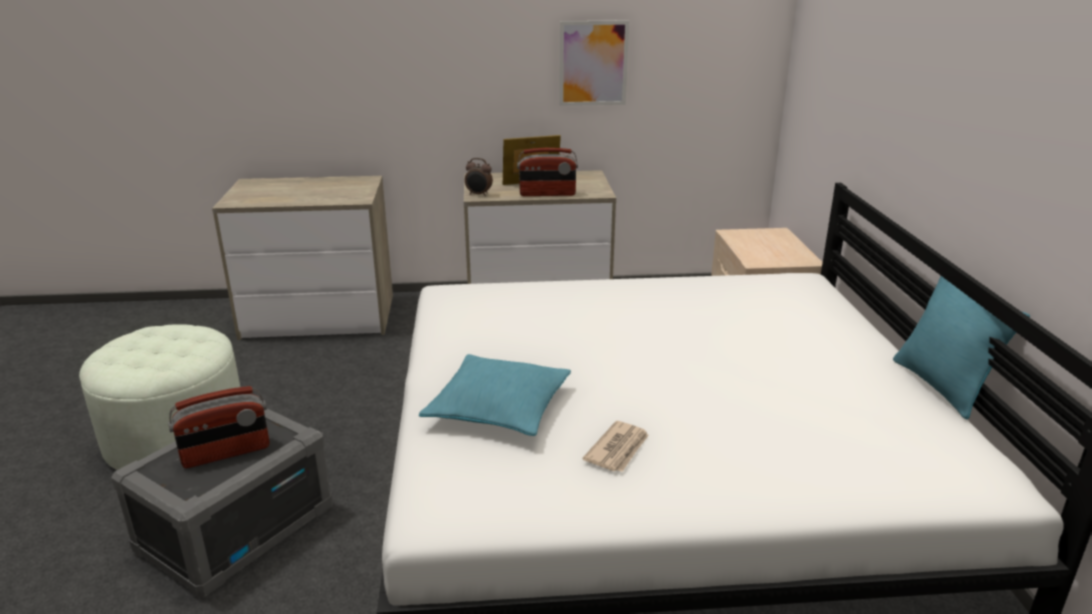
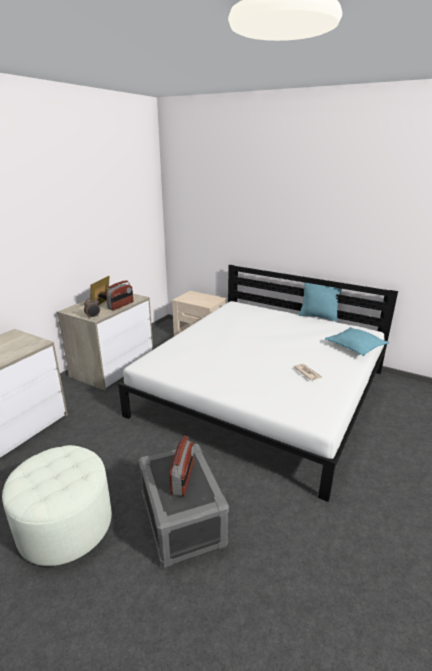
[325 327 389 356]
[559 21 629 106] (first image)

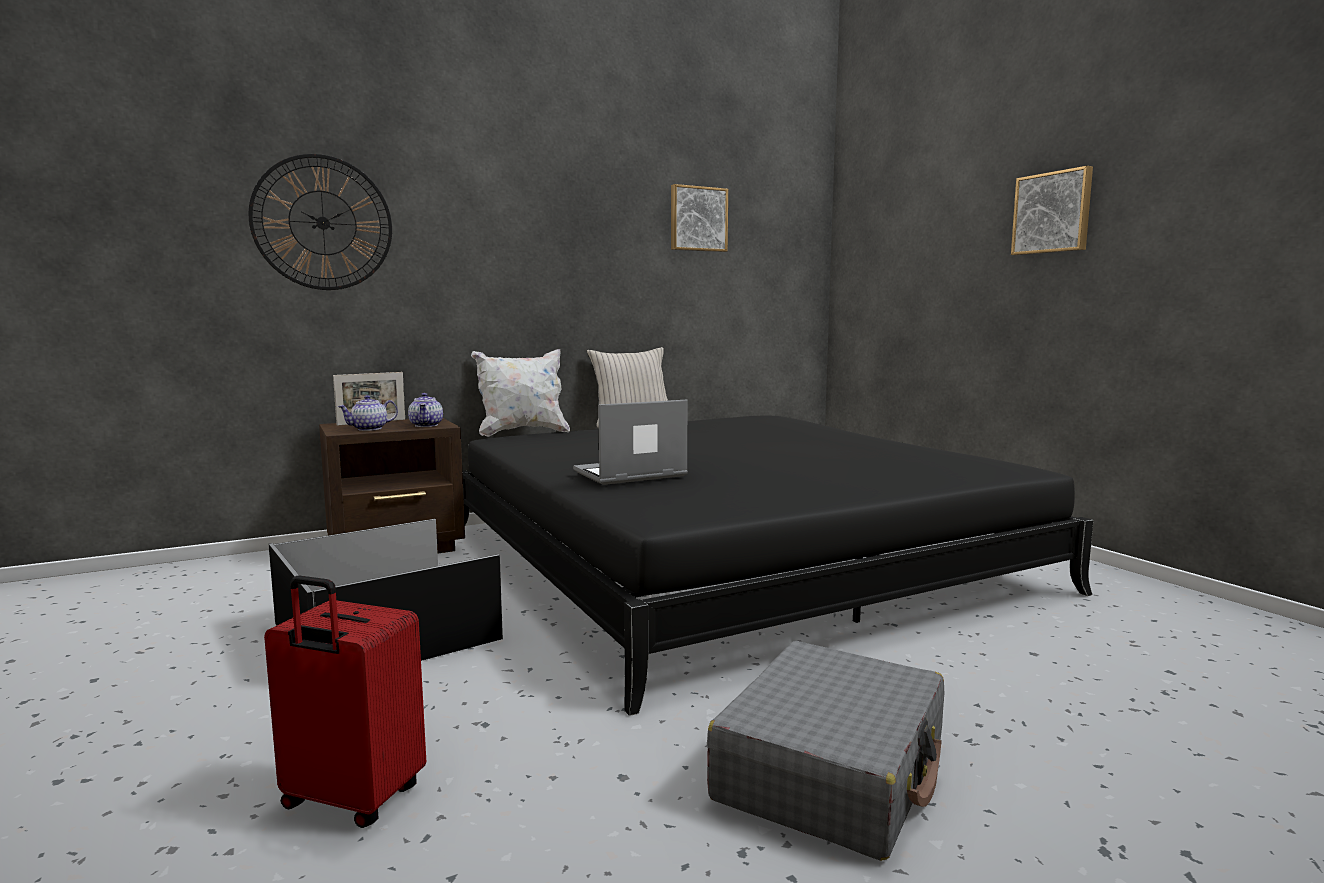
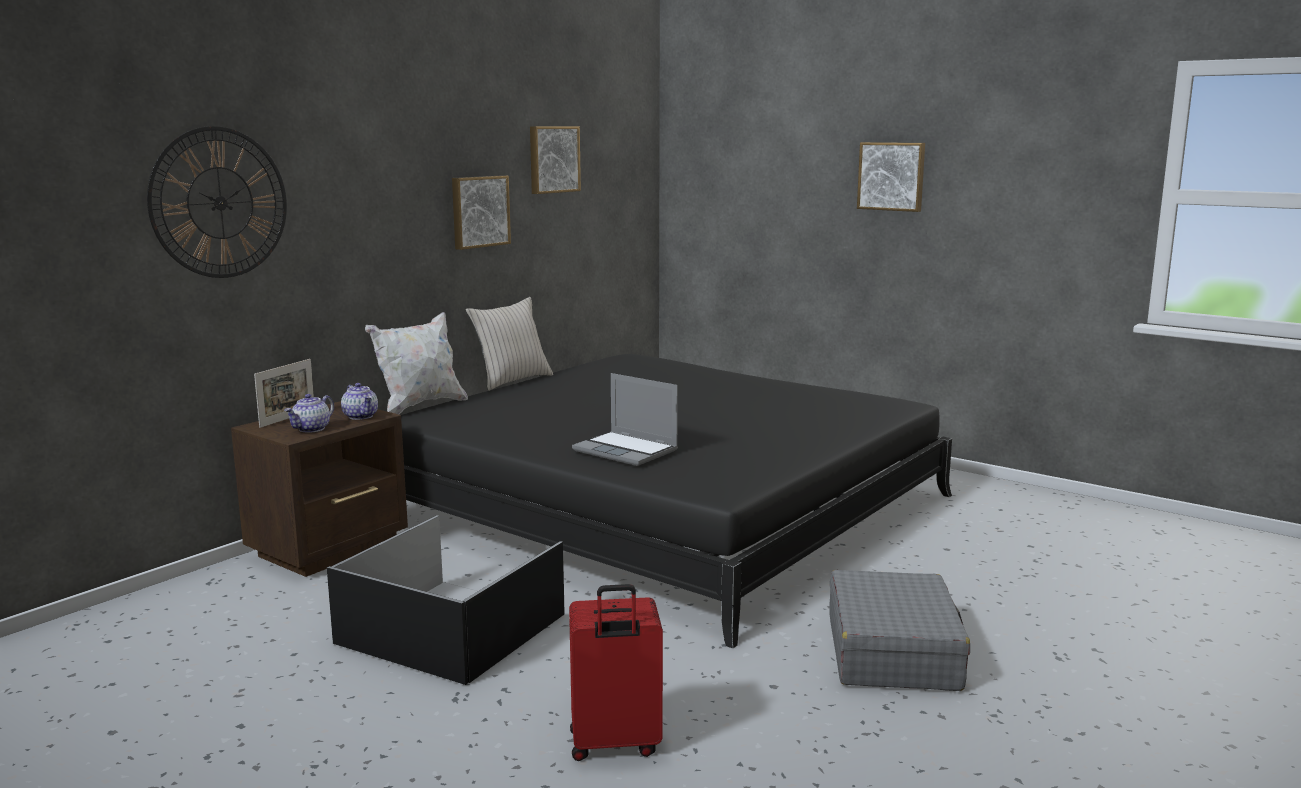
[452 175 511 250]
[572 373 678 466]

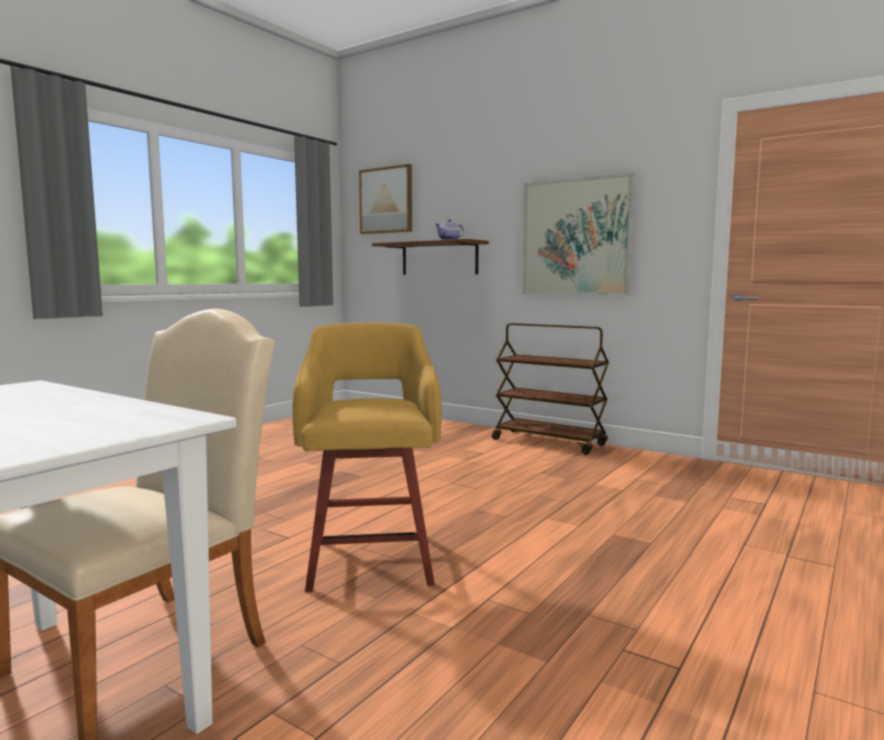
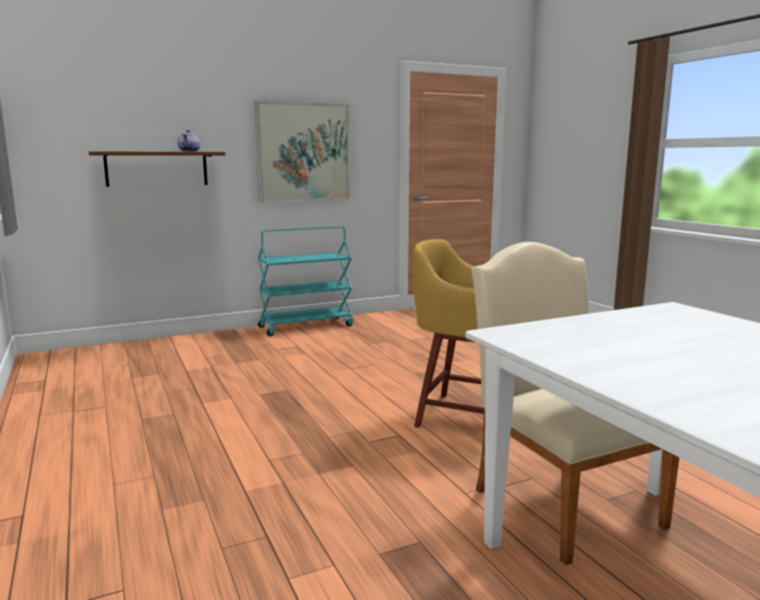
[258 226 354 336]
[359 164 412 234] (first image)

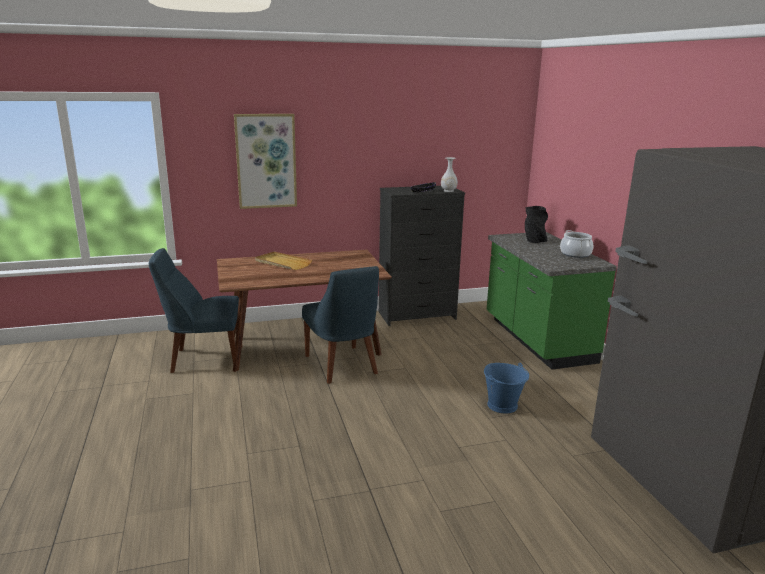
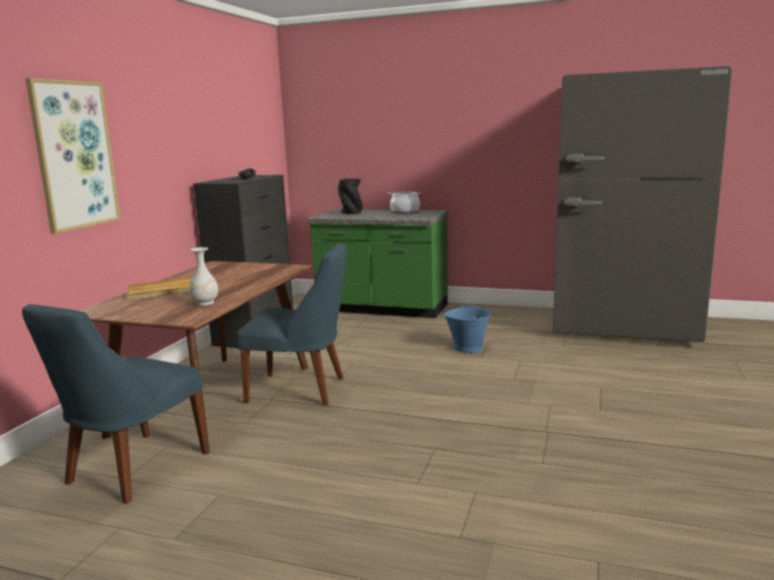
[189 247 218 306]

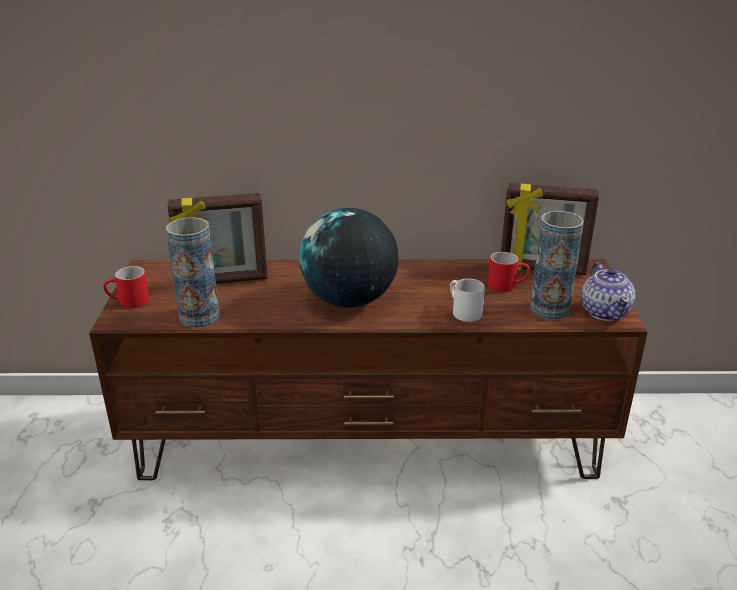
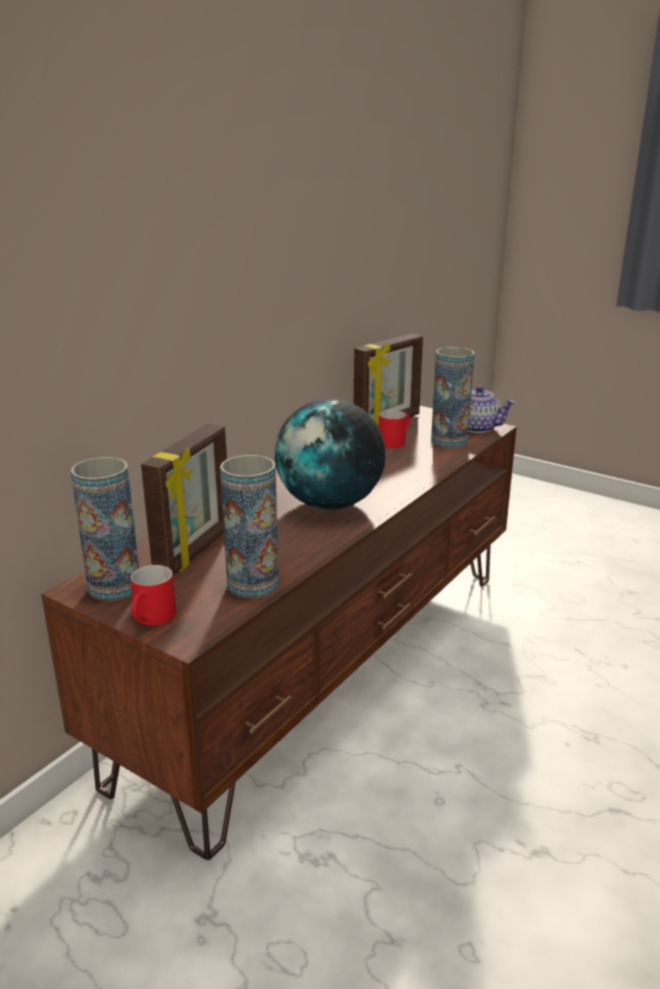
[71 457 139 601]
[450 278 485 322] (first image)

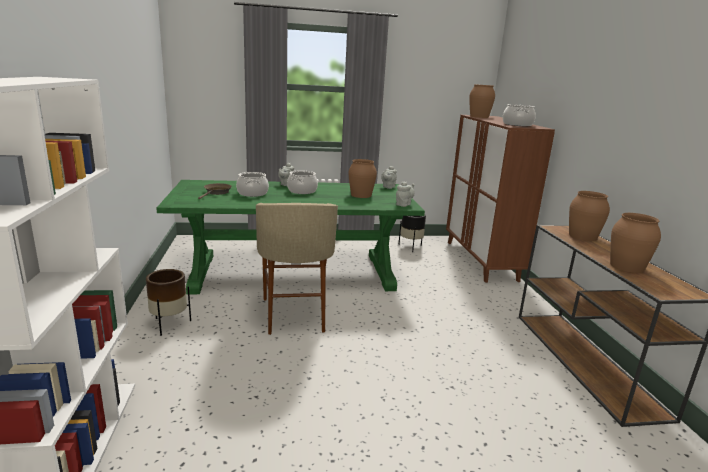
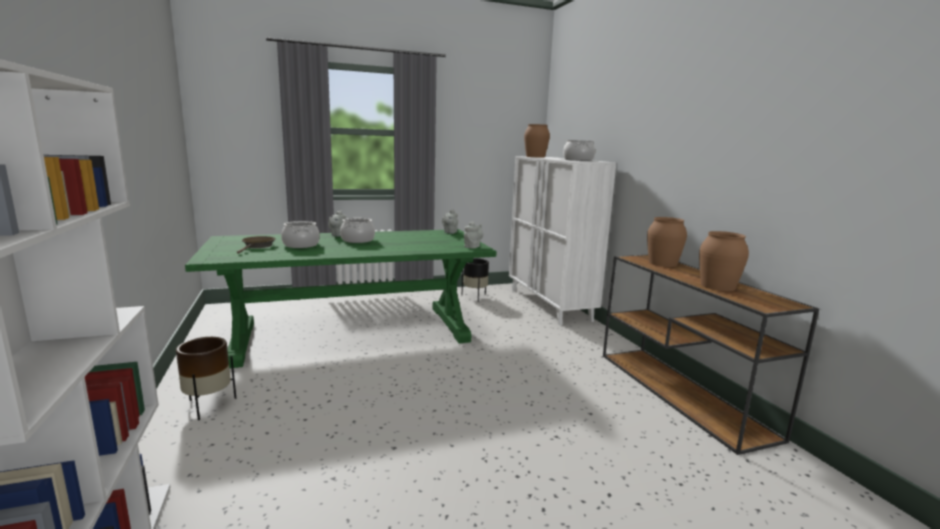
[509 156 616 325]
[256 203 338 335] (first image)
[349 159 377 198] (first image)

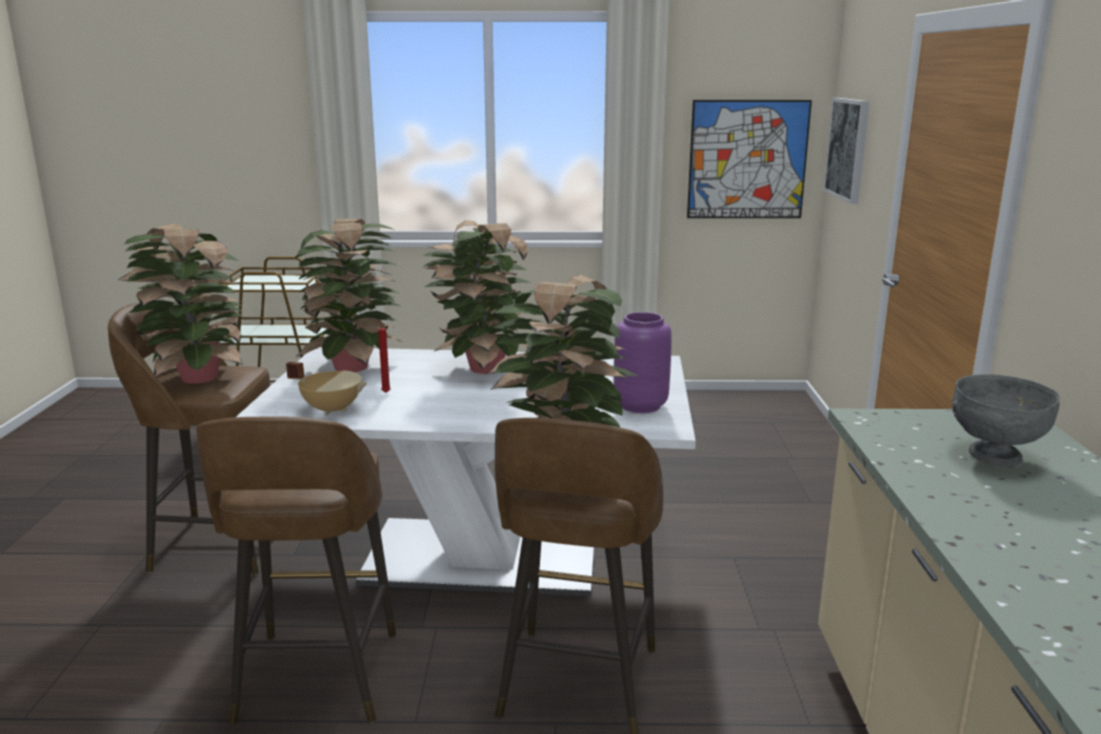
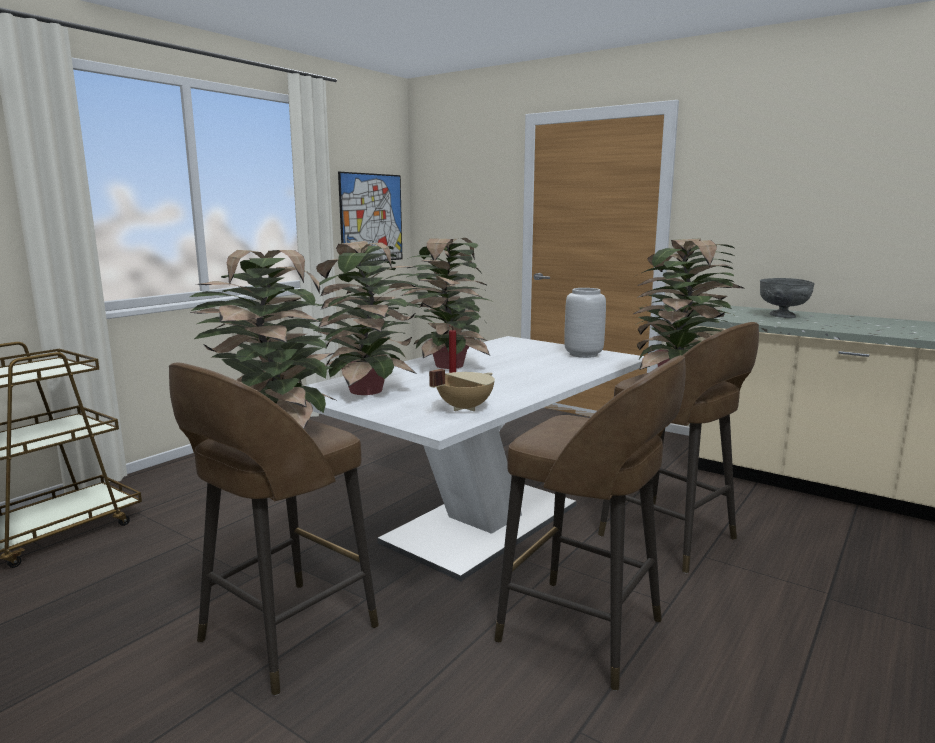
[564 288 606 358]
[823 98 870 204] (first image)

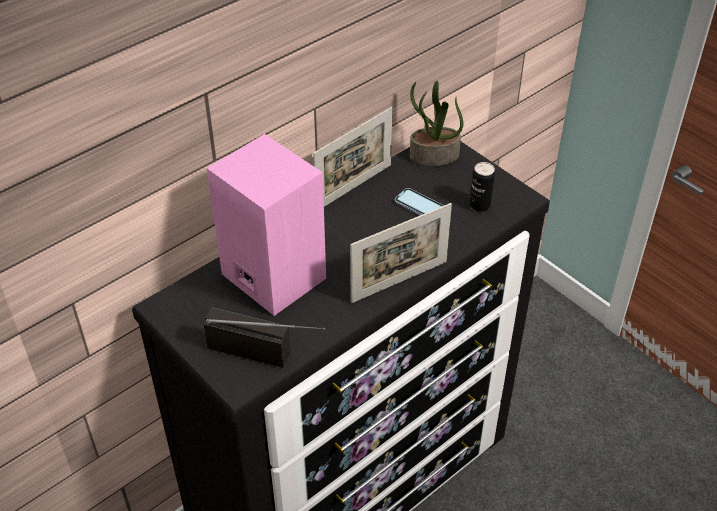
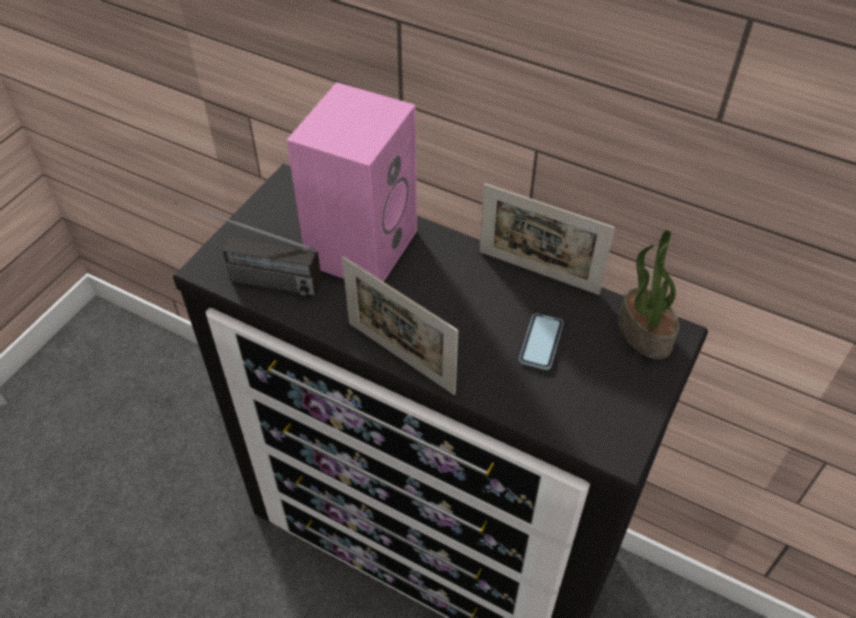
[175 202 322 296]
[470 162 495 212] (first image)

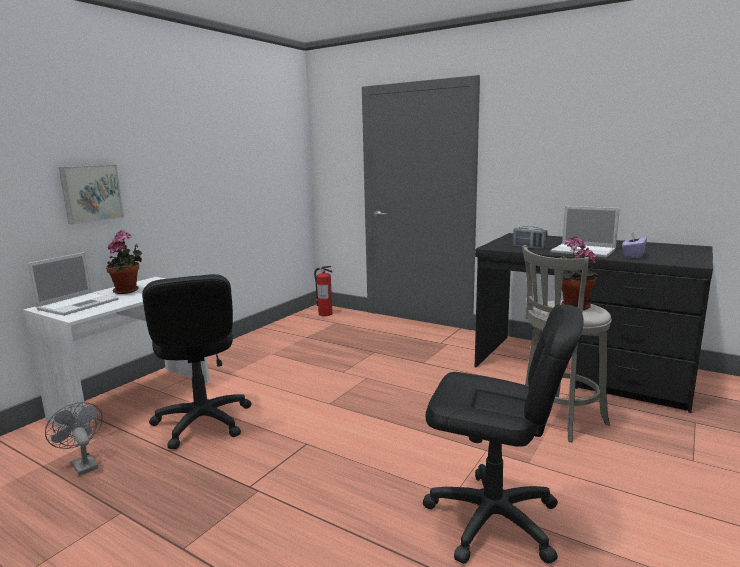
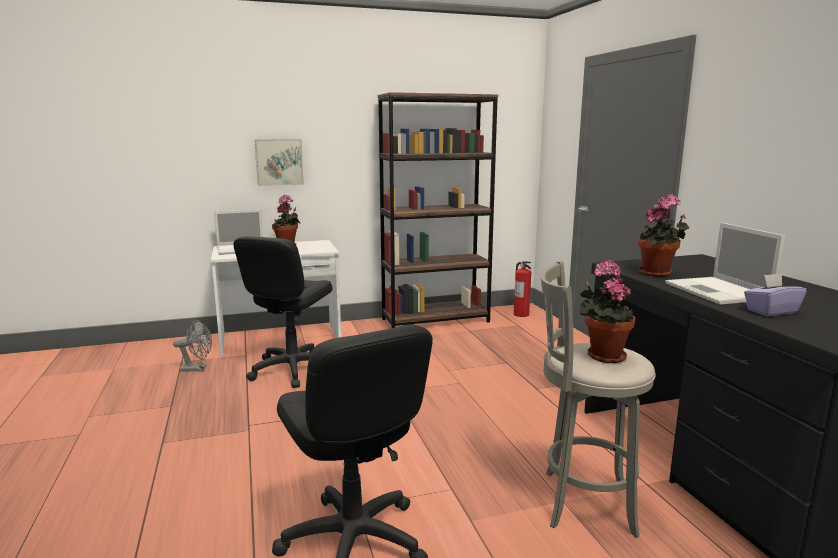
[173 320 212 372]
[378 92 498 328]
[638 194 689 277]

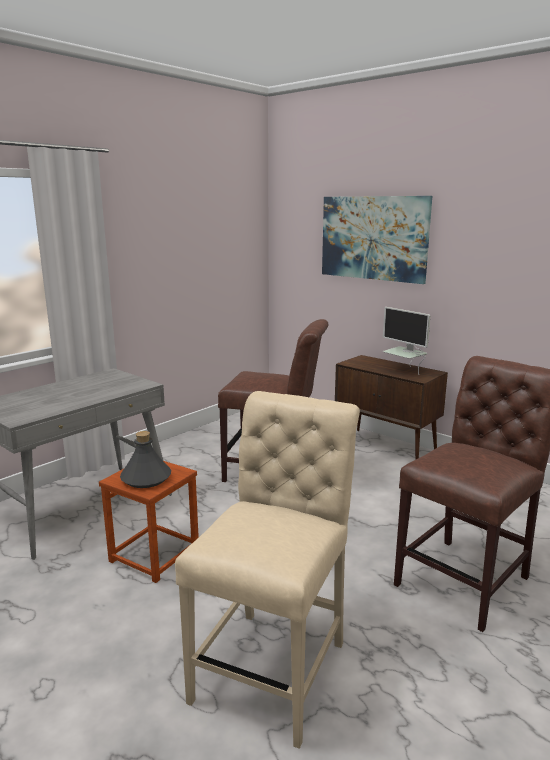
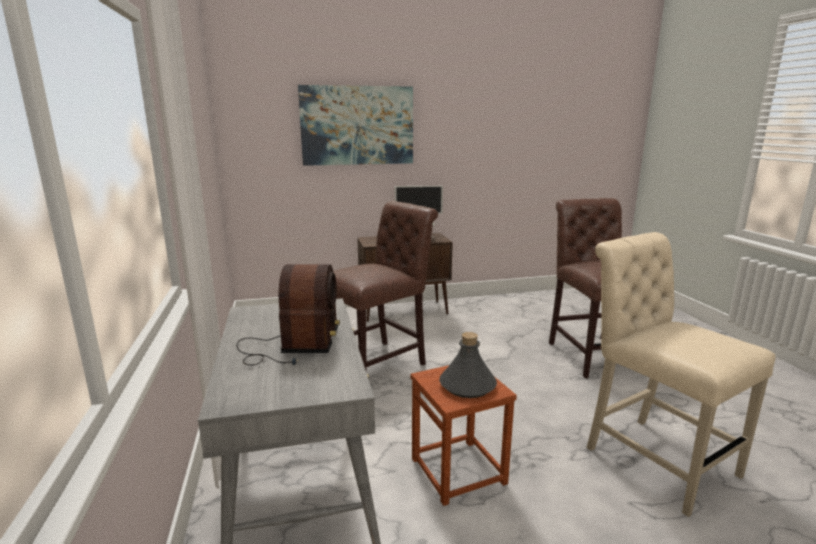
[237 264 340 365]

